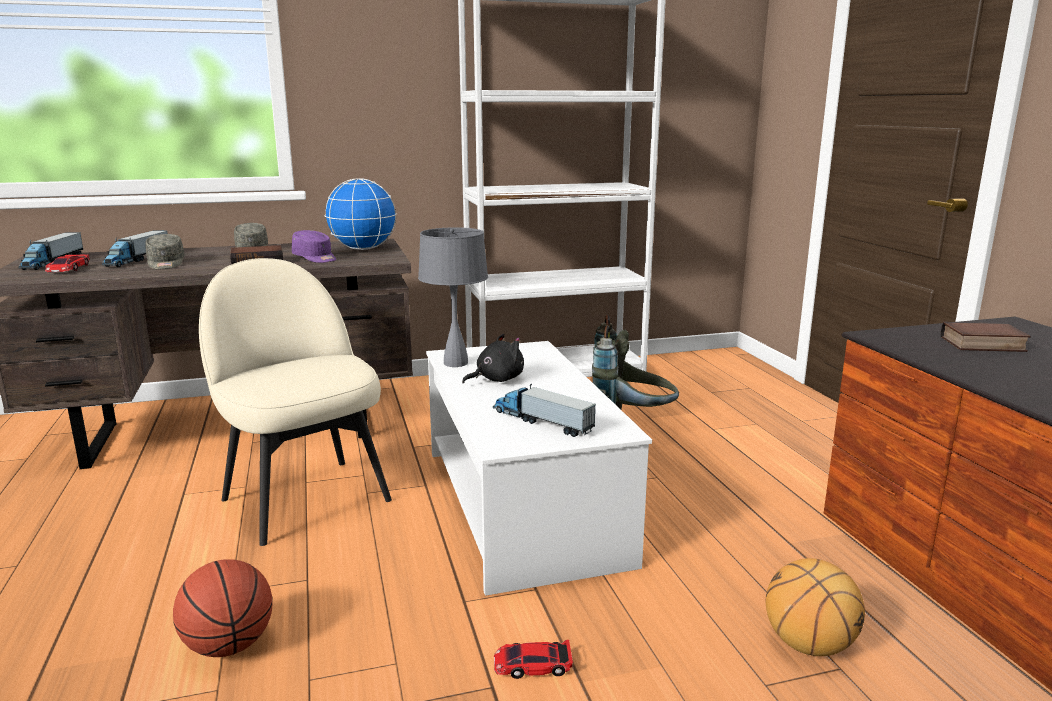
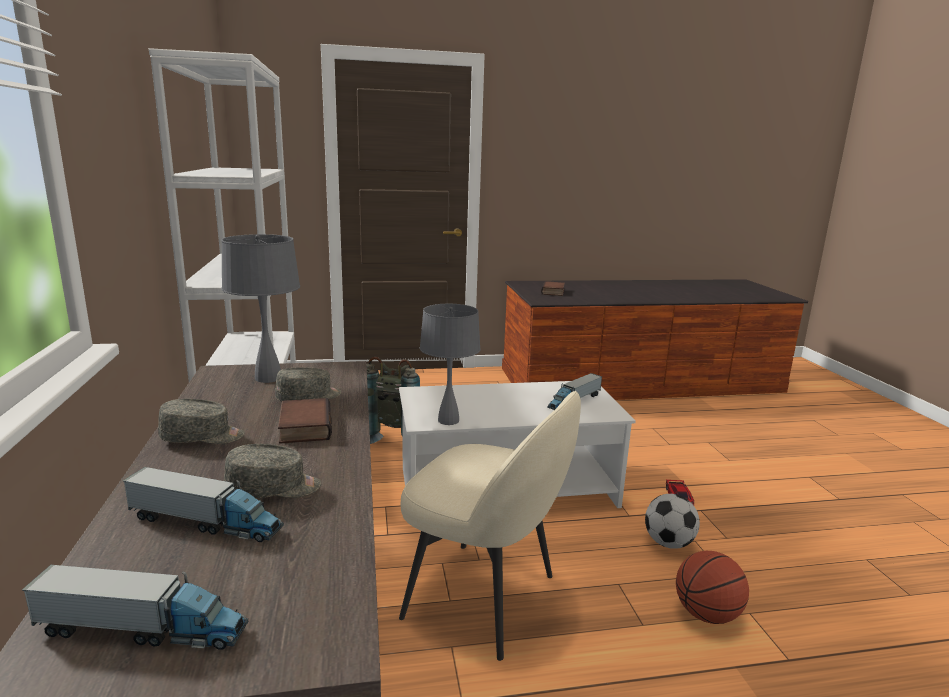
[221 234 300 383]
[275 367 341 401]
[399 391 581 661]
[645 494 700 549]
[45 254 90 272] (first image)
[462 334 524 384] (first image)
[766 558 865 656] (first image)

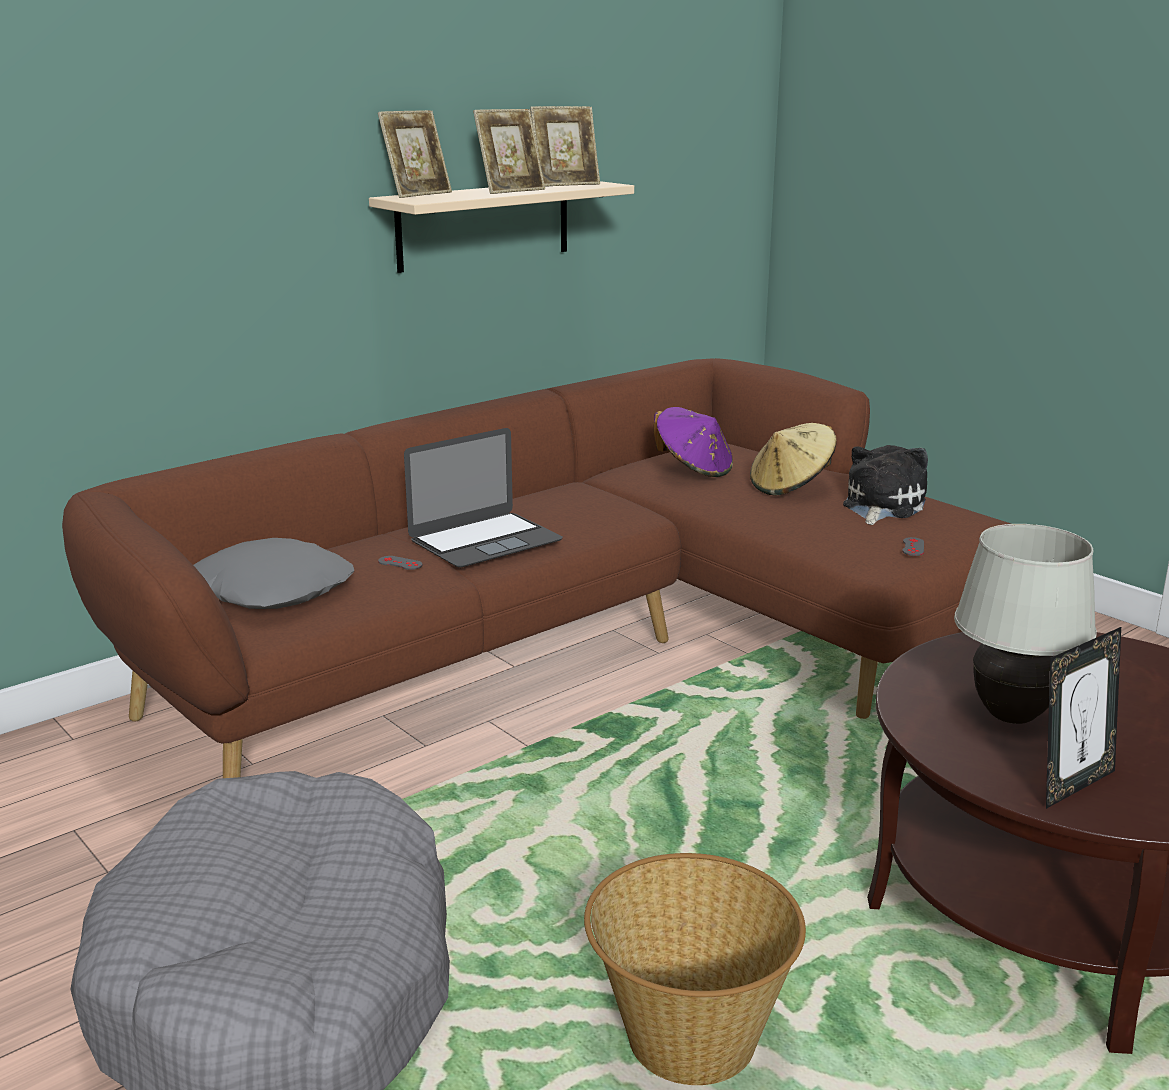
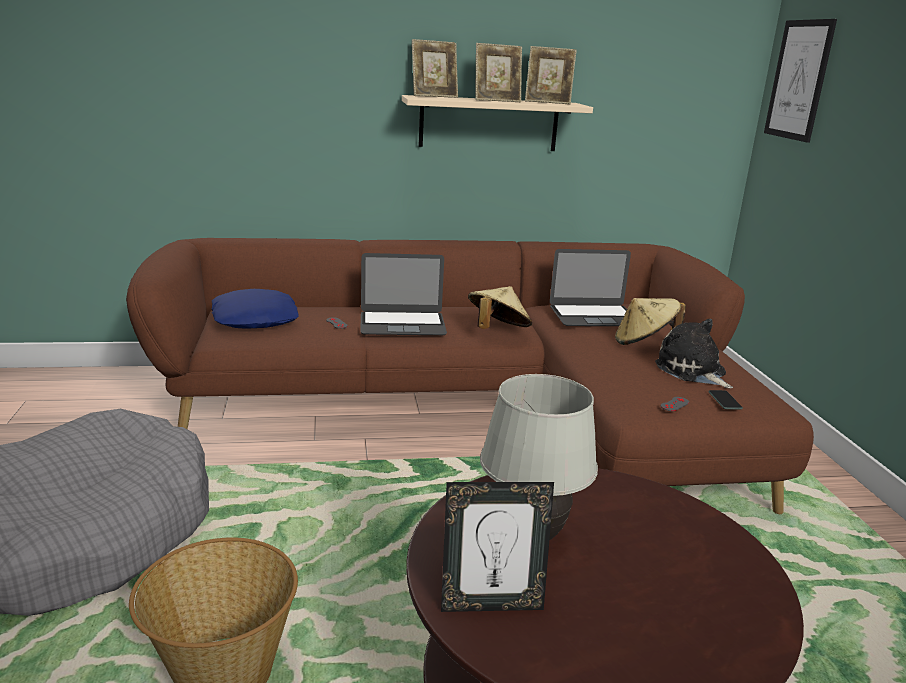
[211 289 299 329]
[468 286 532 329]
[550 249 631 326]
[655 319 733 389]
[708 390 743 409]
[764 19 837 143]

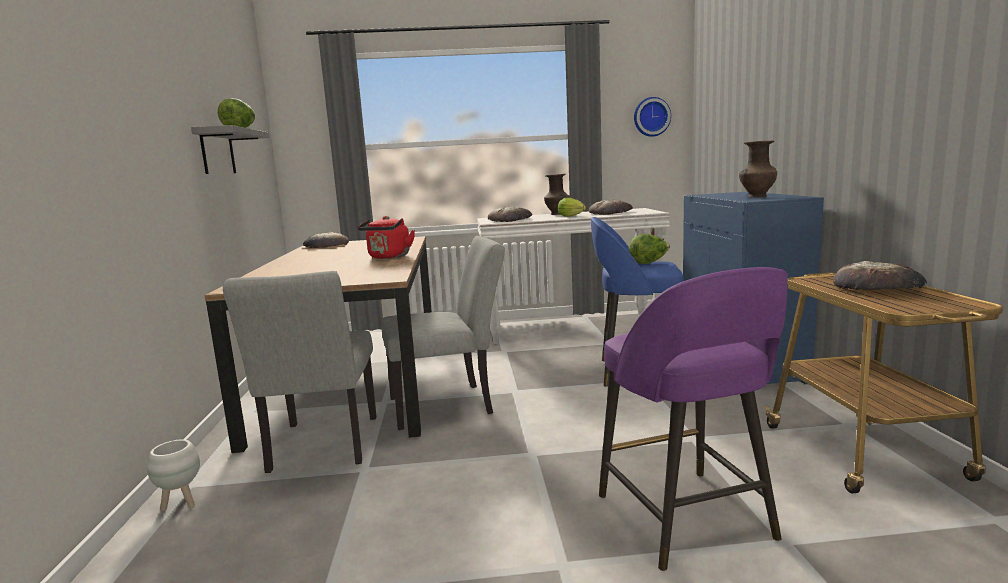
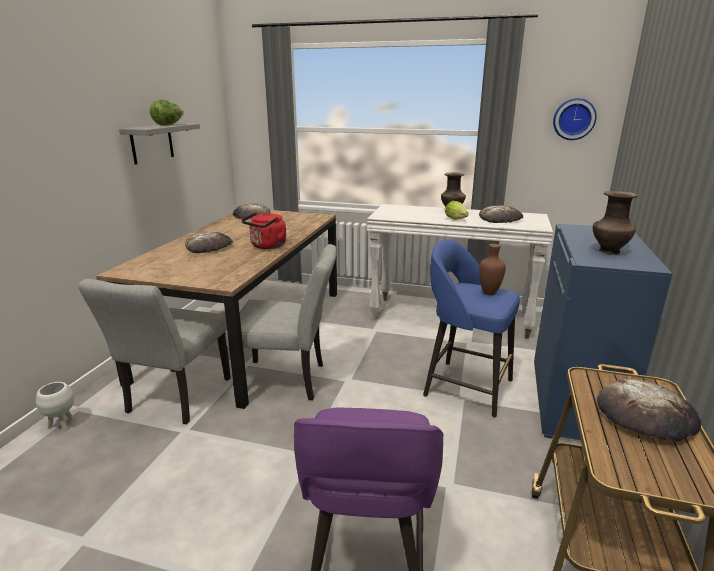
[185 232 233 253]
[479 244 506 295]

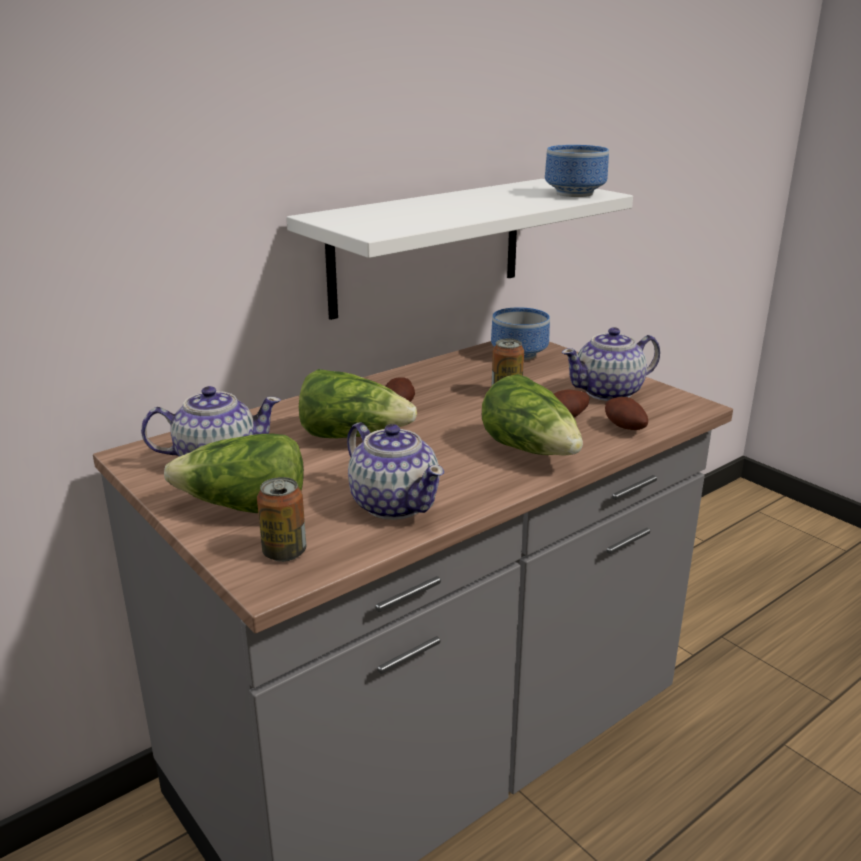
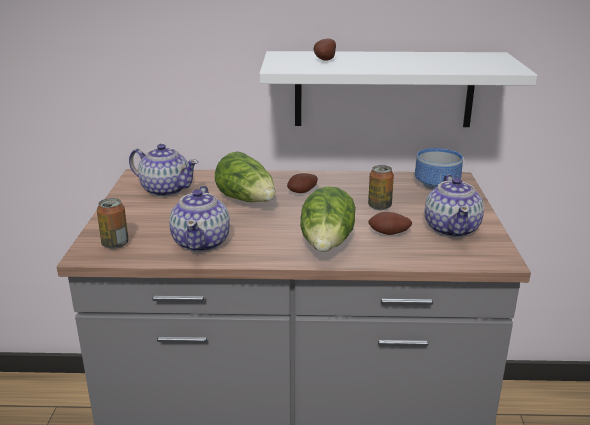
[314 39 336 61]
[425 174 484 238]
[164 434 304 513] (first image)
[545 145 609 197] (first image)

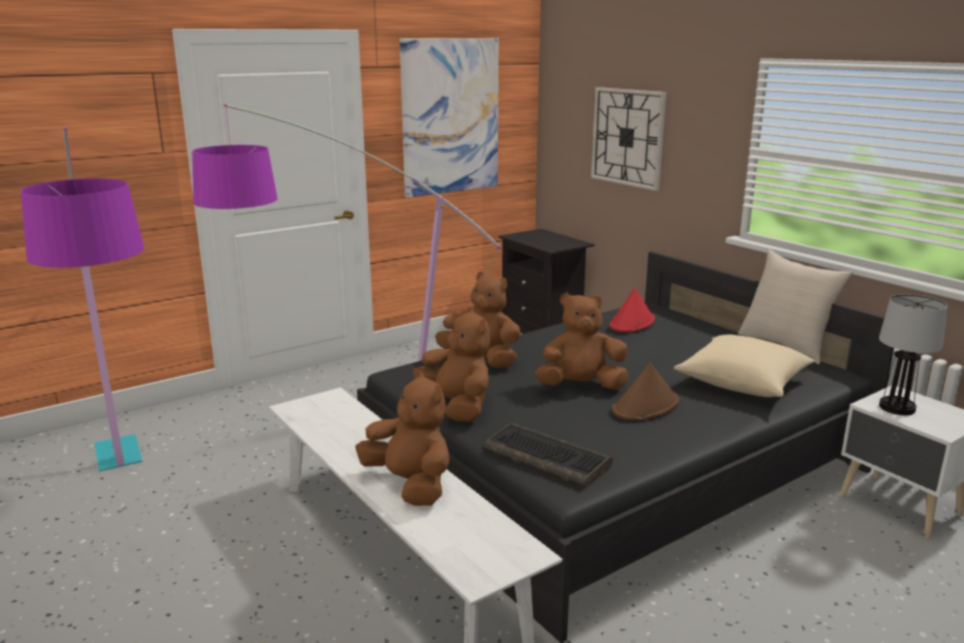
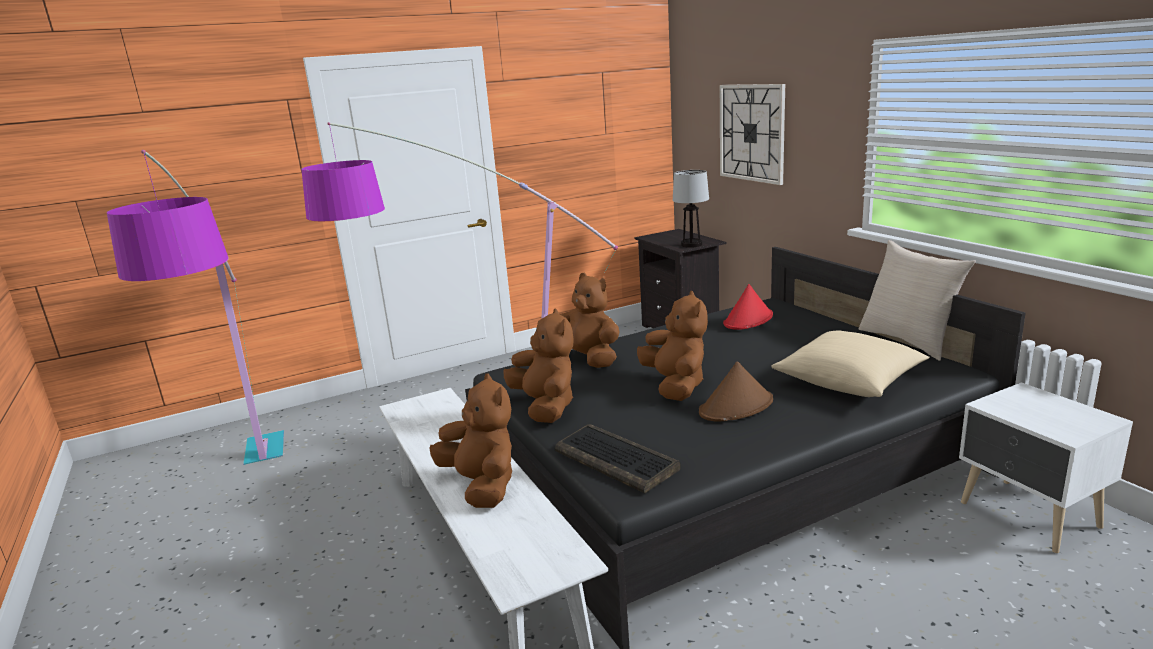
[637 291 708 401]
[673 170 709 248]
[400 38 499 198] (first image)

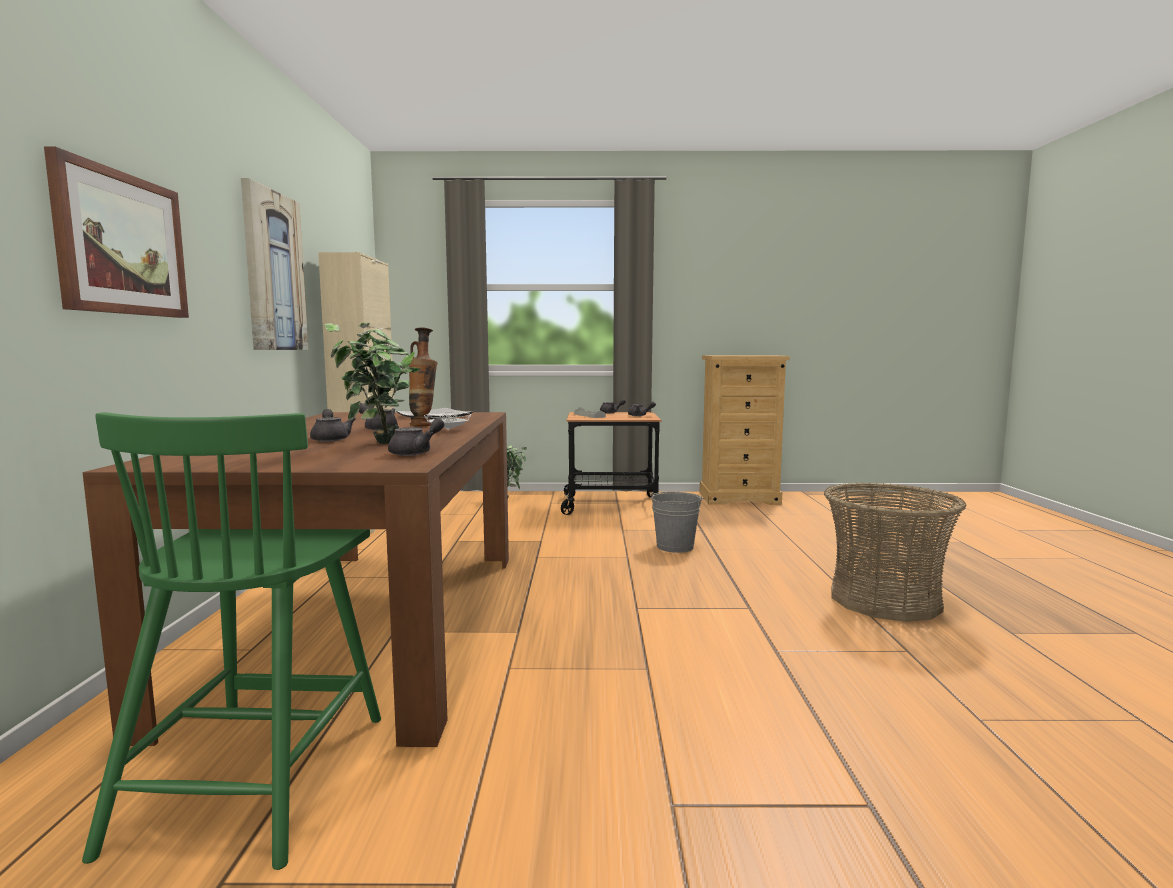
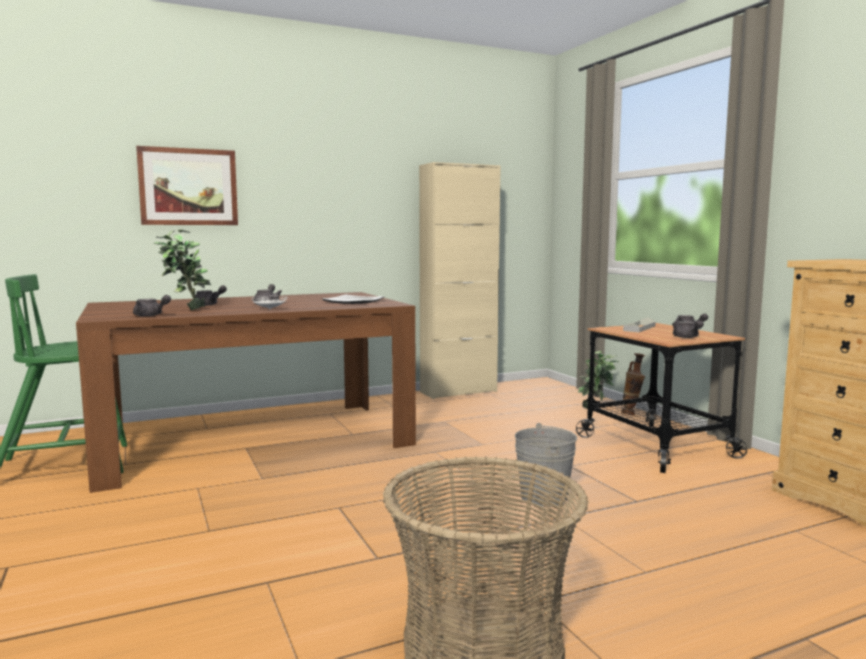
[621 353 645 415]
[241 178 308 350] (first image)

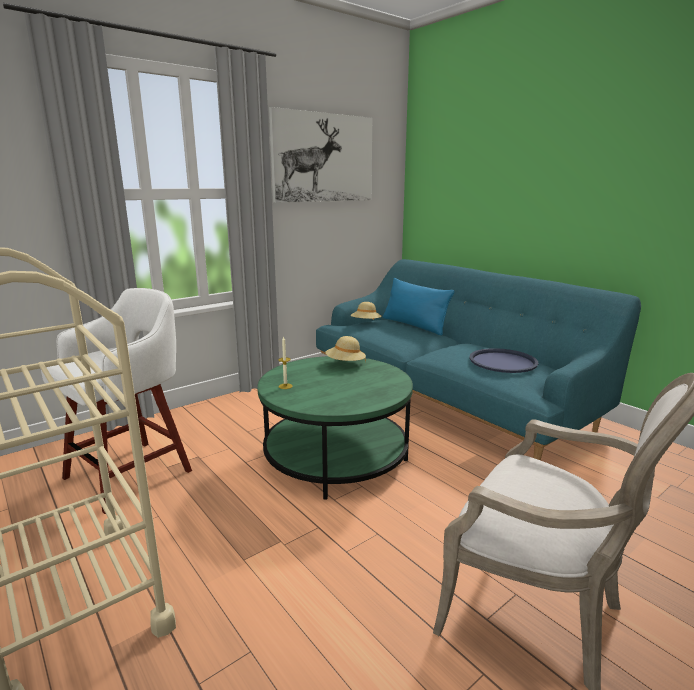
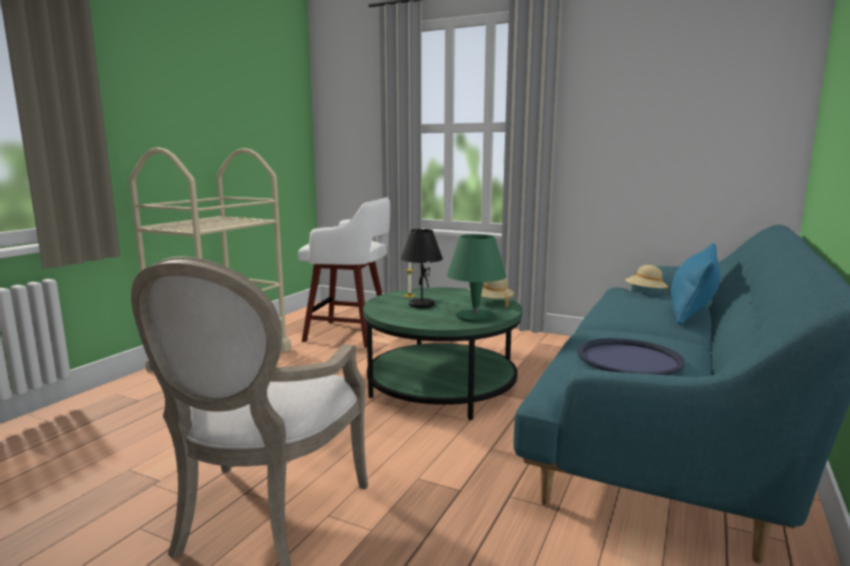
[401 229 443 308]
[447 234 506 322]
[269 107 372 203] (first image)

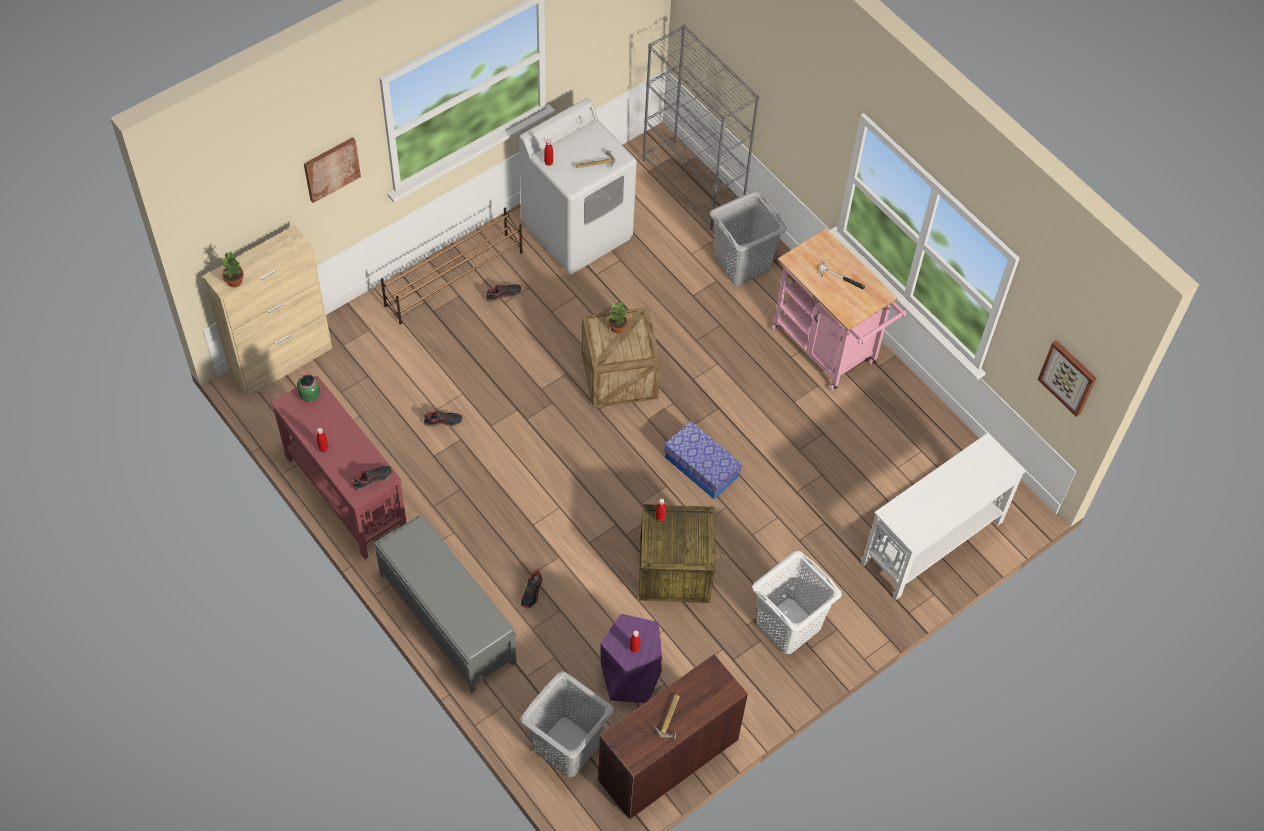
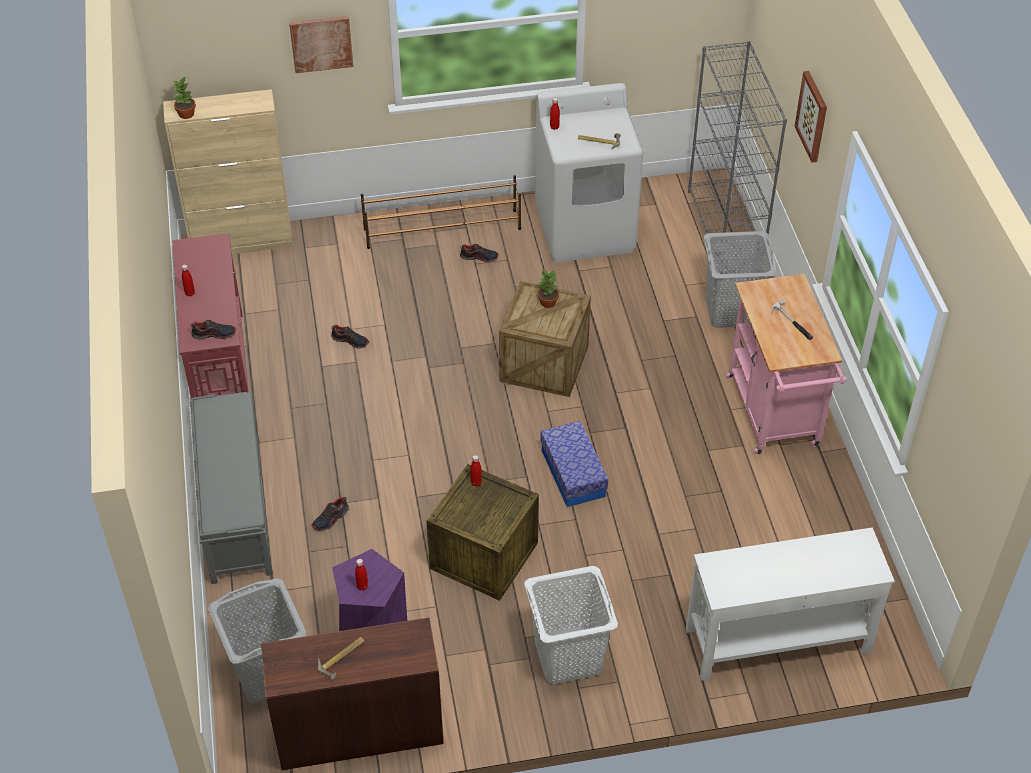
[795 71 827 163]
[297 374 320 402] (first image)

